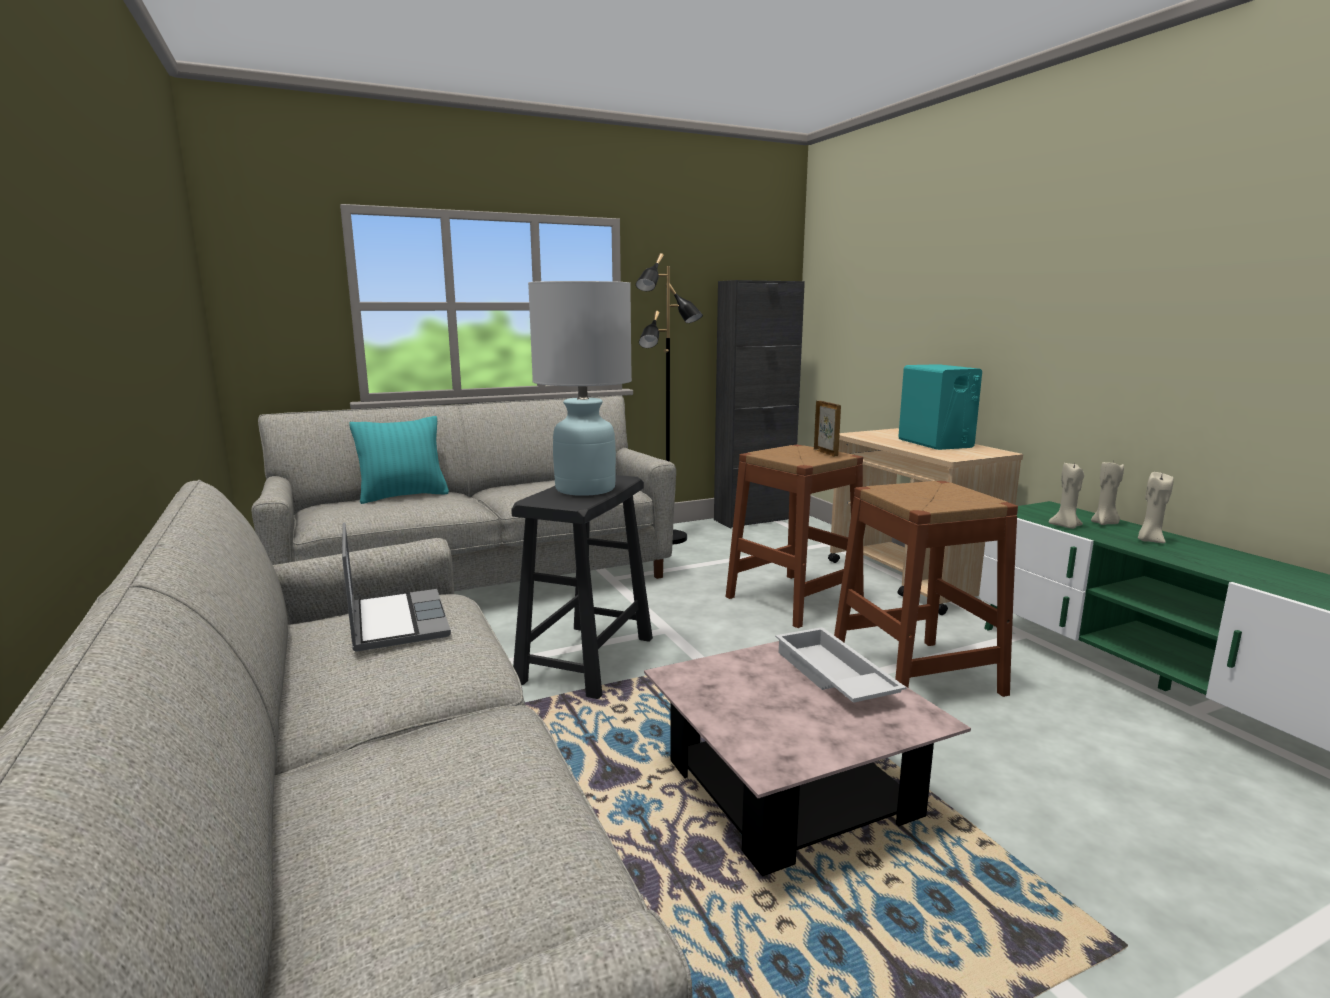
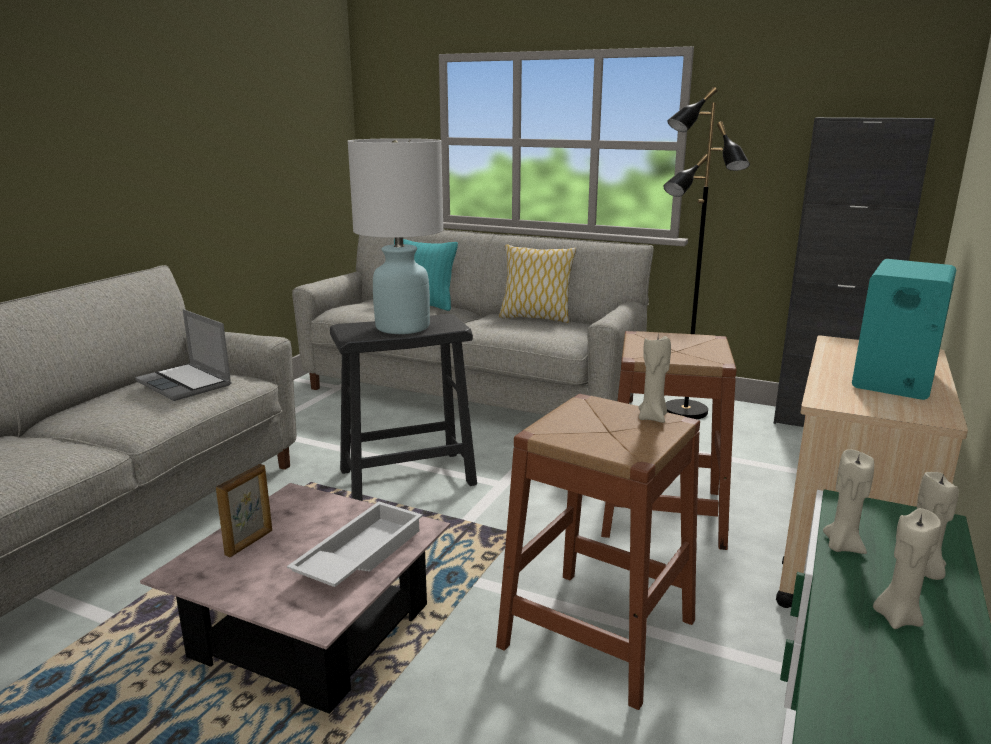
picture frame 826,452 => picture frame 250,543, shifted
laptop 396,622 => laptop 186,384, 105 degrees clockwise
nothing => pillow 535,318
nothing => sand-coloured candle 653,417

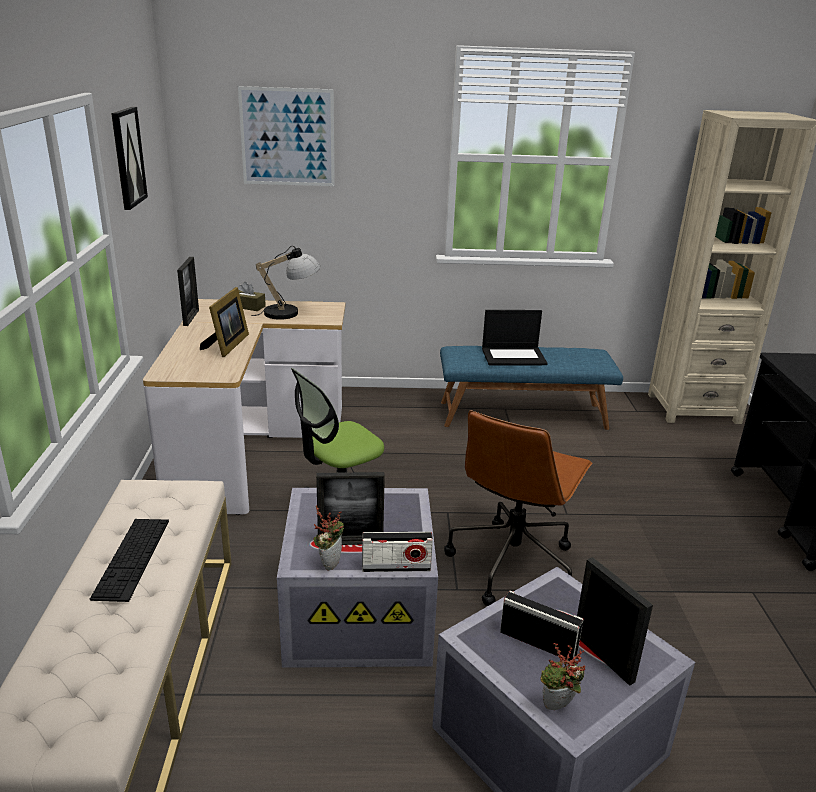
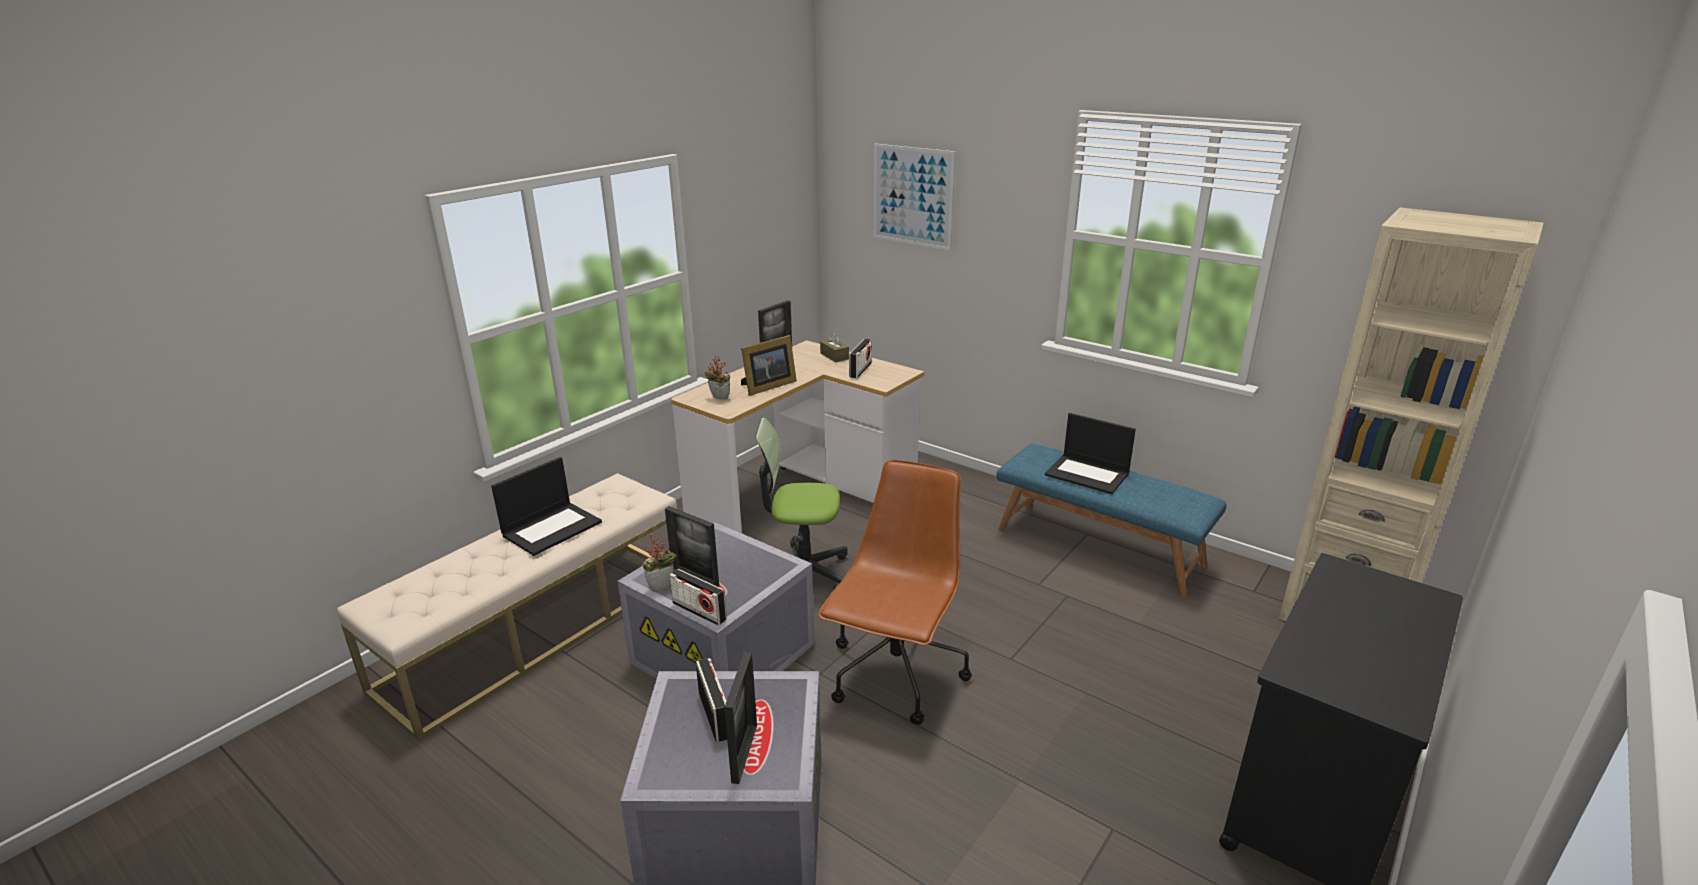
wall picture 127,157 => nothing
lamp for a table 290,312 => radio set 860,370
brown desk chair 512,563 => brown desk chair 895,676, 135 degrees clockwise
PC keyboard 132,558 => laptop 552,528
houseplant 557,708 => houseplant 718,398, shifted

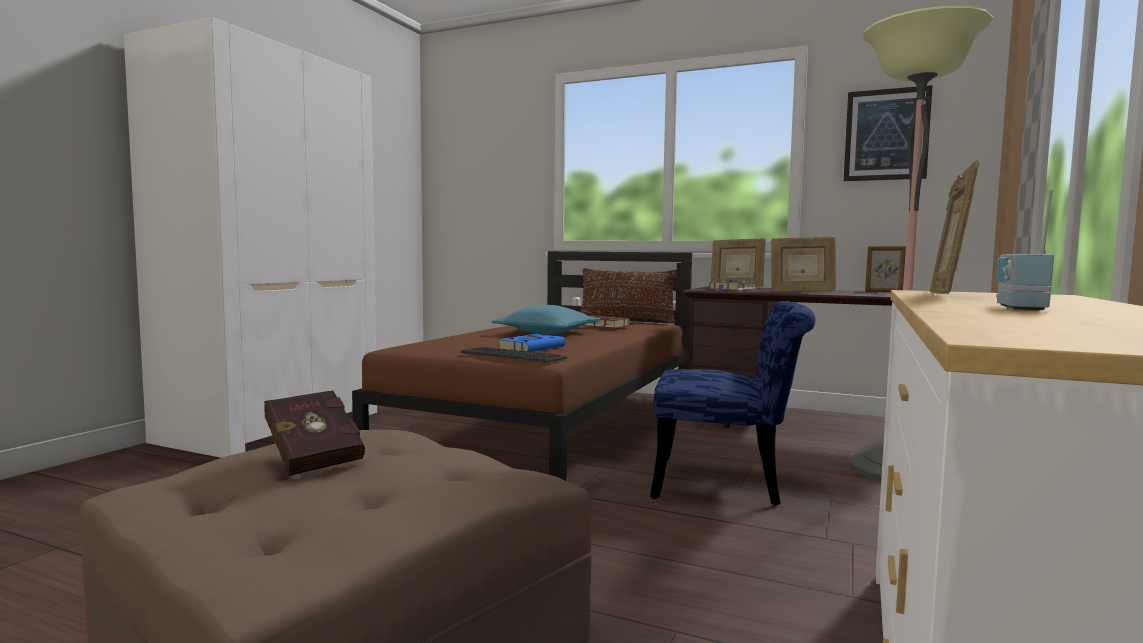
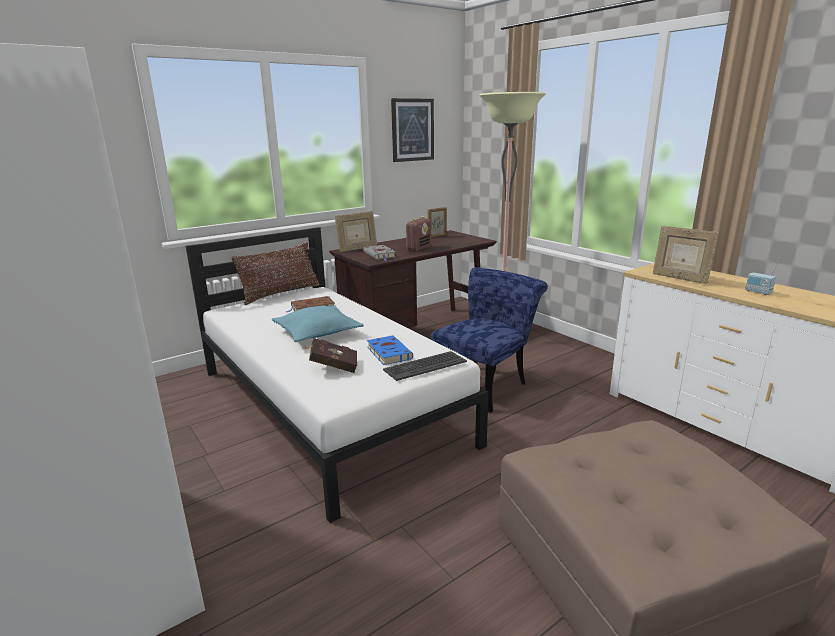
picture frame 801,292 => radio set 419,248
brown sleeping bed 554,431 => white-coloured sleeping bed 329,405
red book 314,456 => red book 332,367, shifted

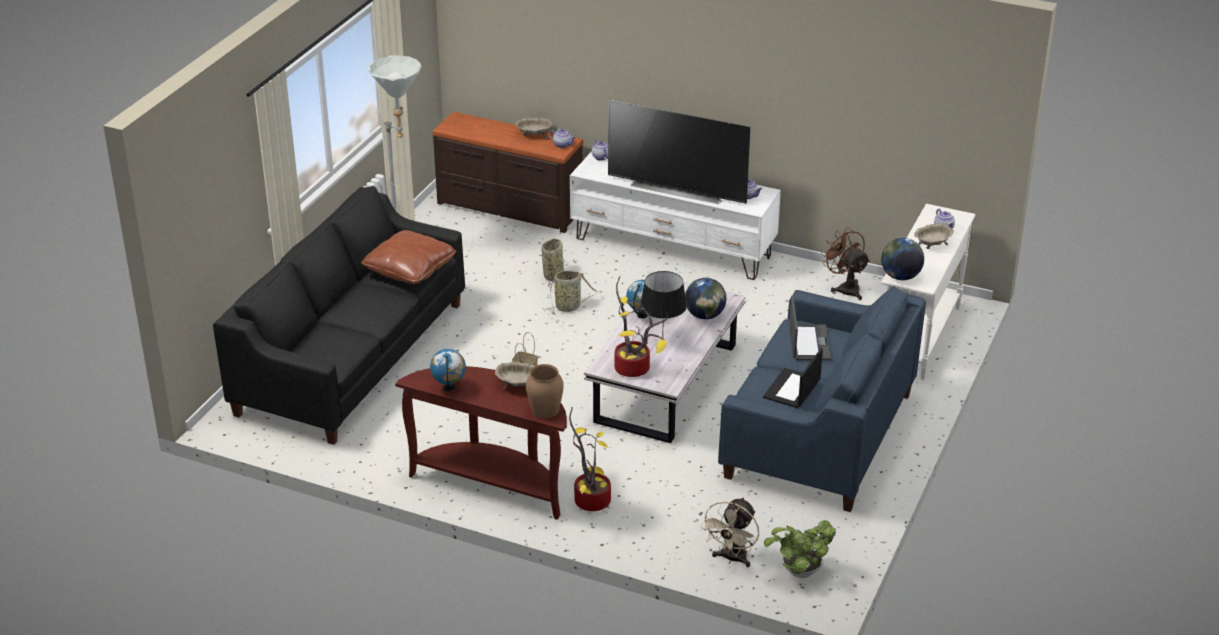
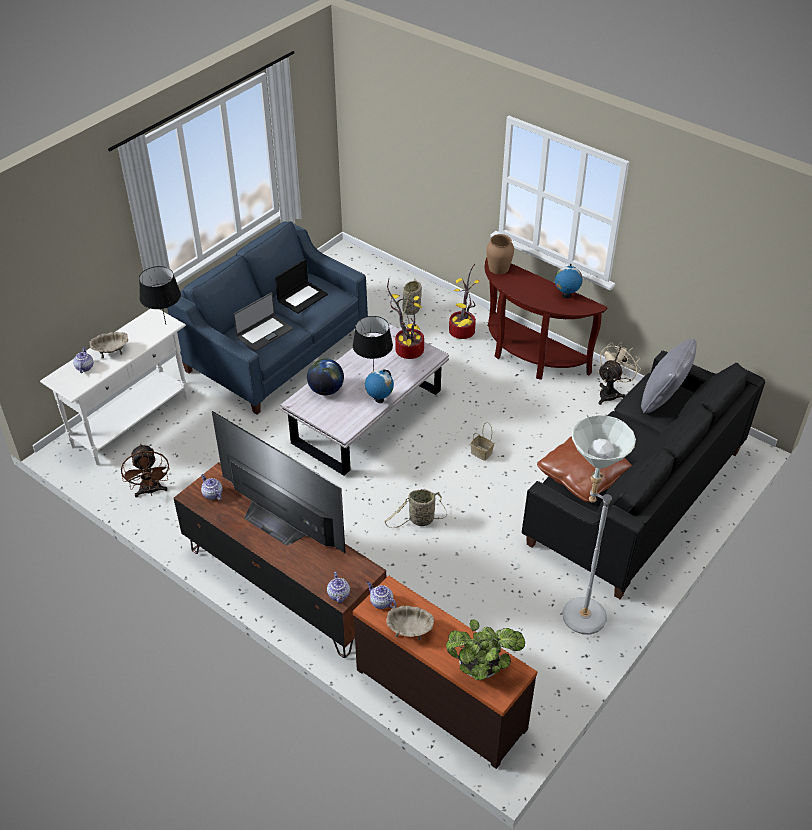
white-coloured tv unit 673,247 => brown tv unit 282,584
household basket 553,275 => household basket 411,311, shifted
desk globe 900,276 => black lamp for a table 166,325
laptop 808,343 => laptop 264,333, 150 degrees counterclockwise
sand-coloured bowl 518,385 => nothing
sand-coloured fan 732,559 => sand-coloured fan 611,392, shifted
houseplant 798,572 => houseplant 482,668, shifted
nothing => grey pillow 663,398

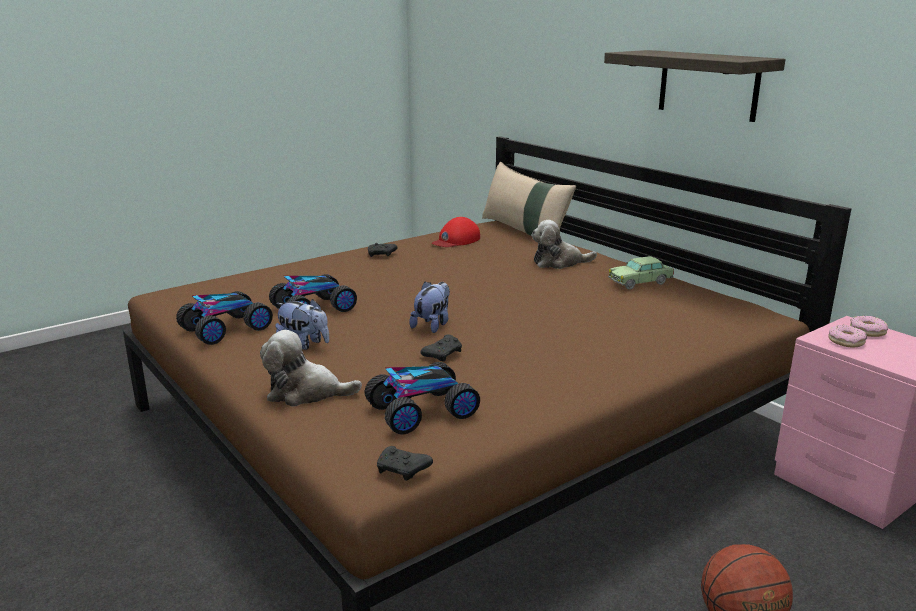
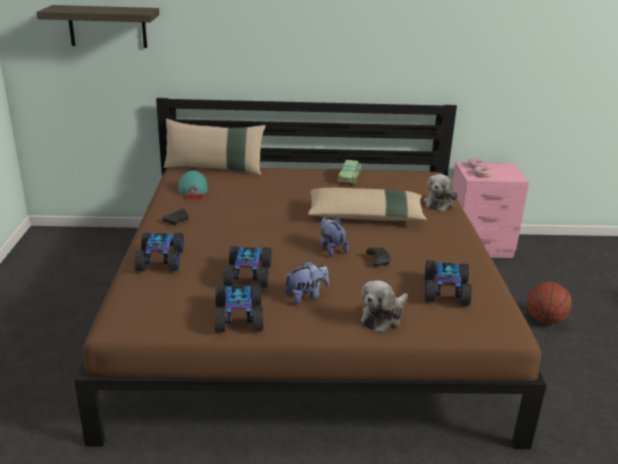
wall shelf 708,85 => wall shelf 107,26, shifted
red baseball cap 456,240 => turquoise baseball cap 193,191
cuddly toy 559,263 => cuddly toy 440,203, shifted
black joypad 403,470 => nothing
nothing => sand-coloured pillow 365,216
nothing => model car 161,260

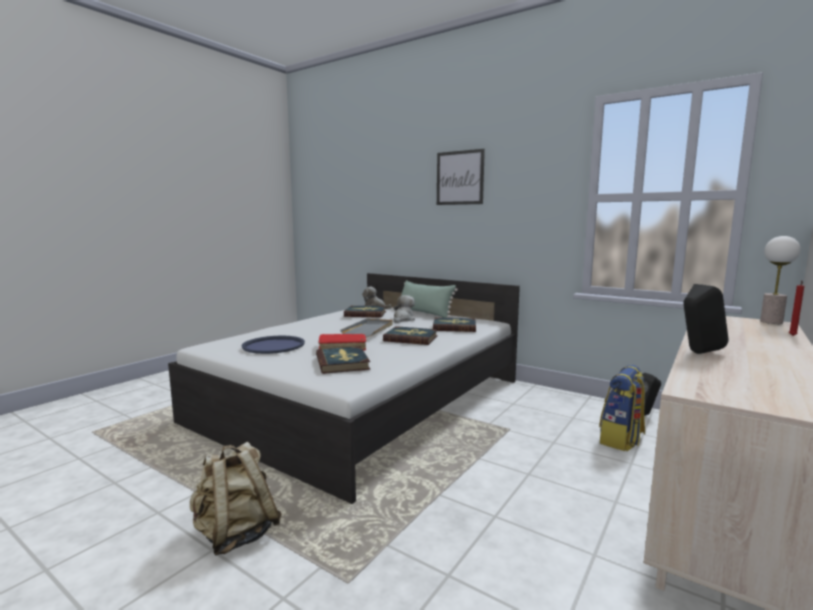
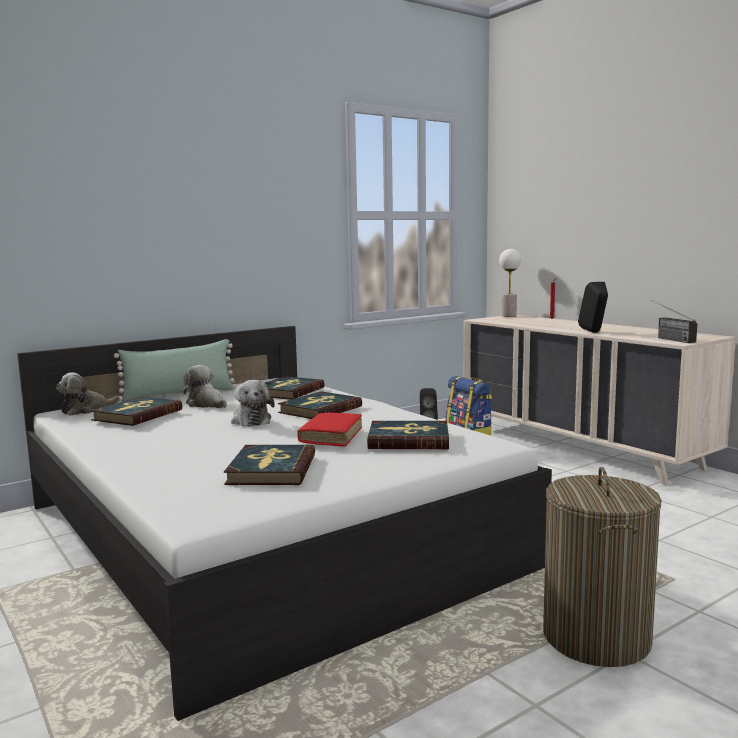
wall picture 460,178 => nothing
grey serving tray 369,330 => cuddly toy 251,420
blue-coloured serving tray 273,345 => book 271,470
sand-coloured knapsack 236,534 => washing basket 596,637
nothing => radio set 667,339

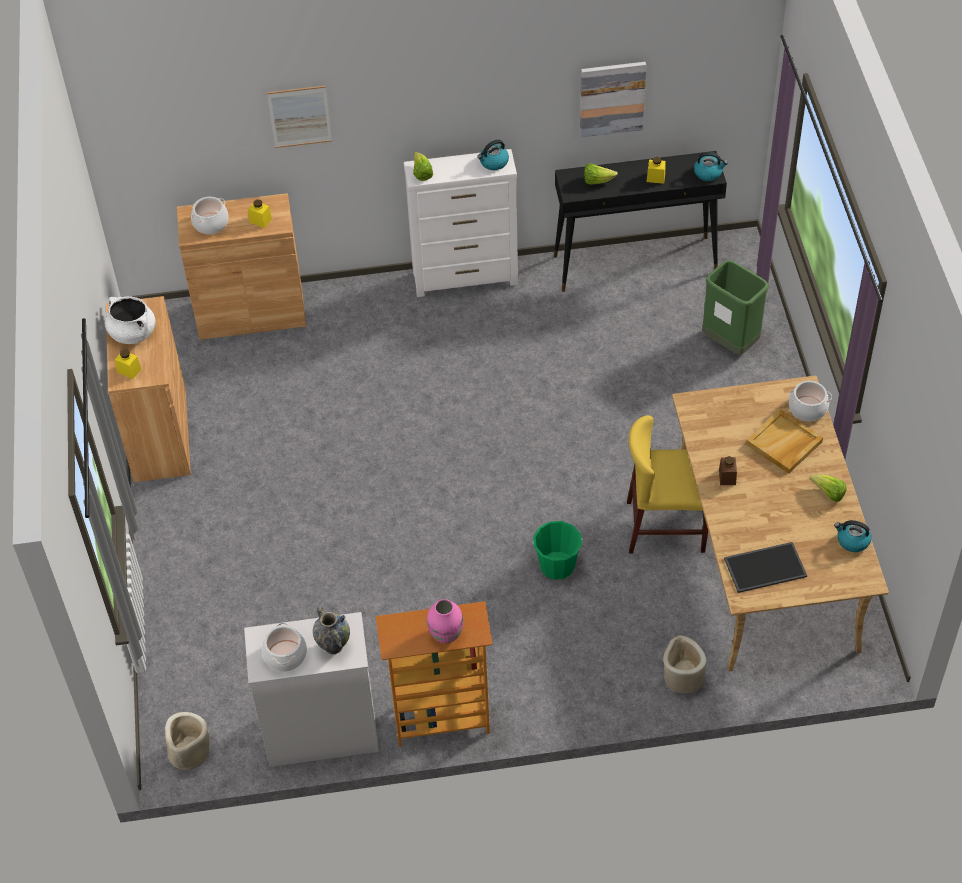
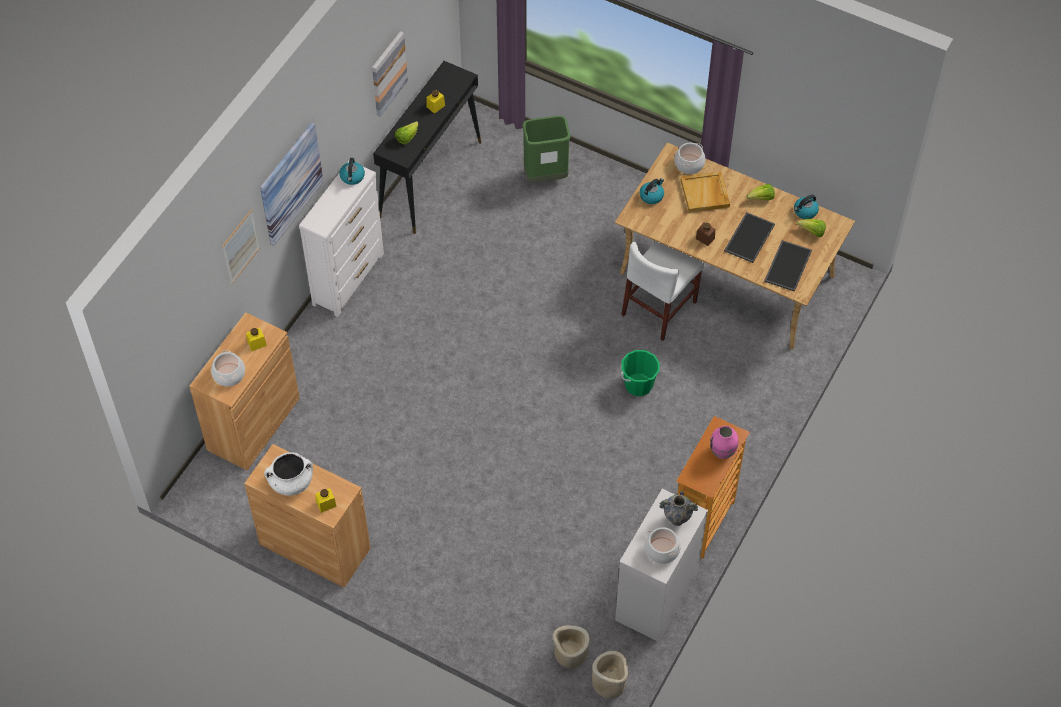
lettuce 421,173 => lettuce 812,232, shifted
tea kettle 708,173 => tea kettle 651,196, shifted
yellow-coloured plain chair 665,526 => white-coloured plain chair 659,308
sand-coloured flower pot 682,678 => sand-coloured flower pot 570,654, shifted
nothing => wall picture 290,183
nothing => serving tray 749,237

